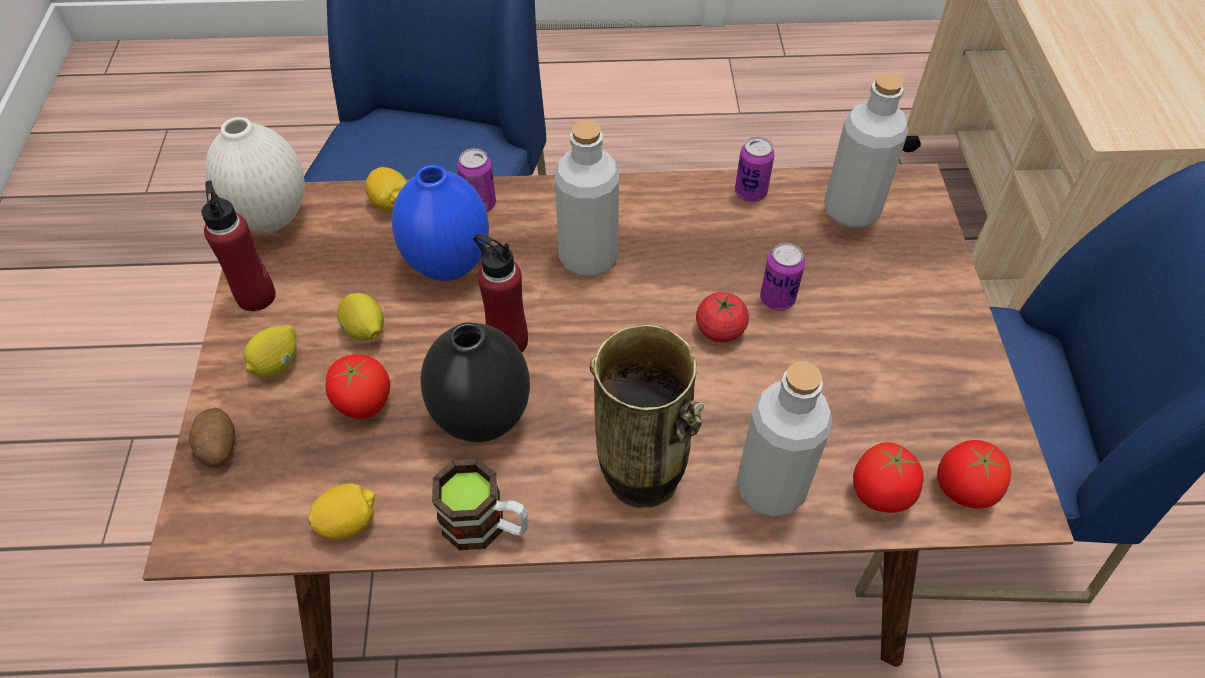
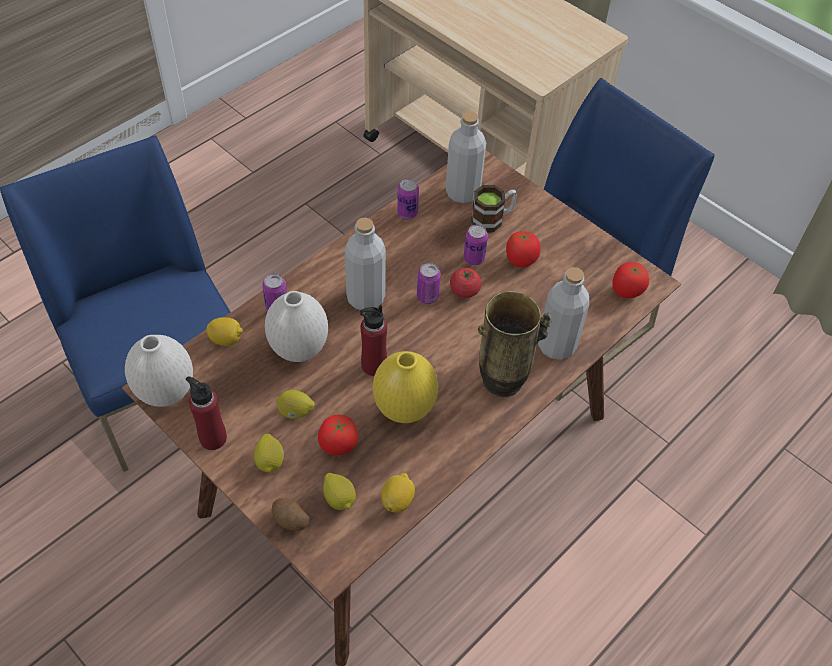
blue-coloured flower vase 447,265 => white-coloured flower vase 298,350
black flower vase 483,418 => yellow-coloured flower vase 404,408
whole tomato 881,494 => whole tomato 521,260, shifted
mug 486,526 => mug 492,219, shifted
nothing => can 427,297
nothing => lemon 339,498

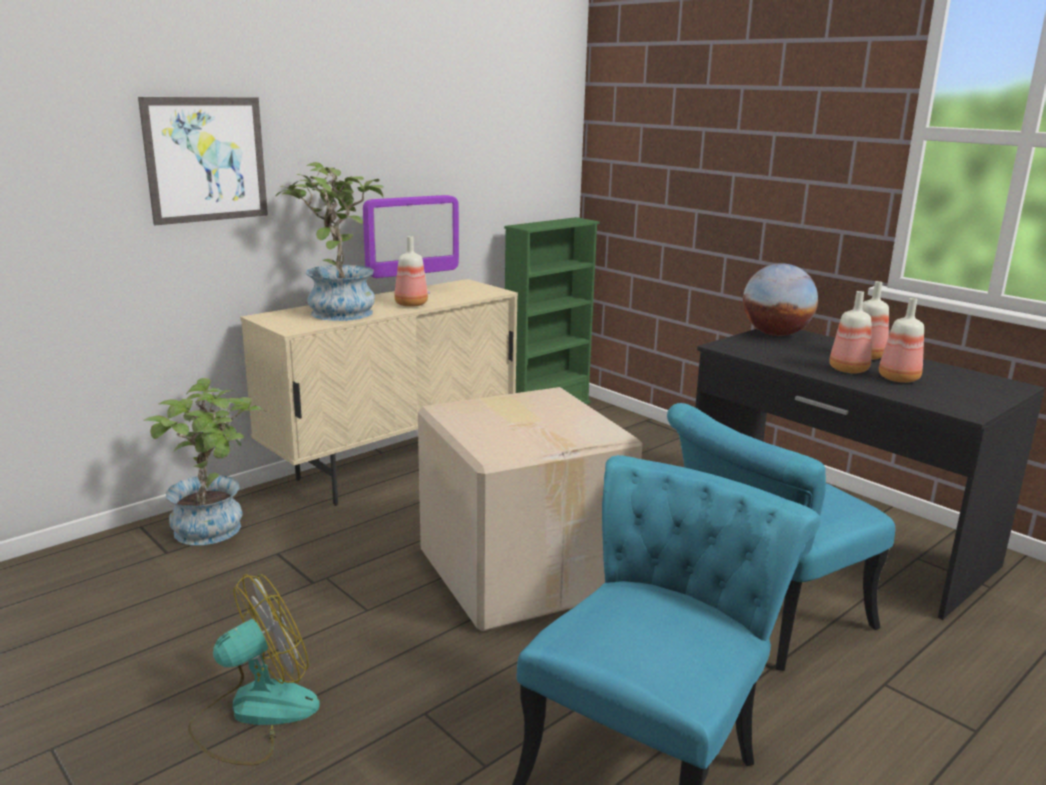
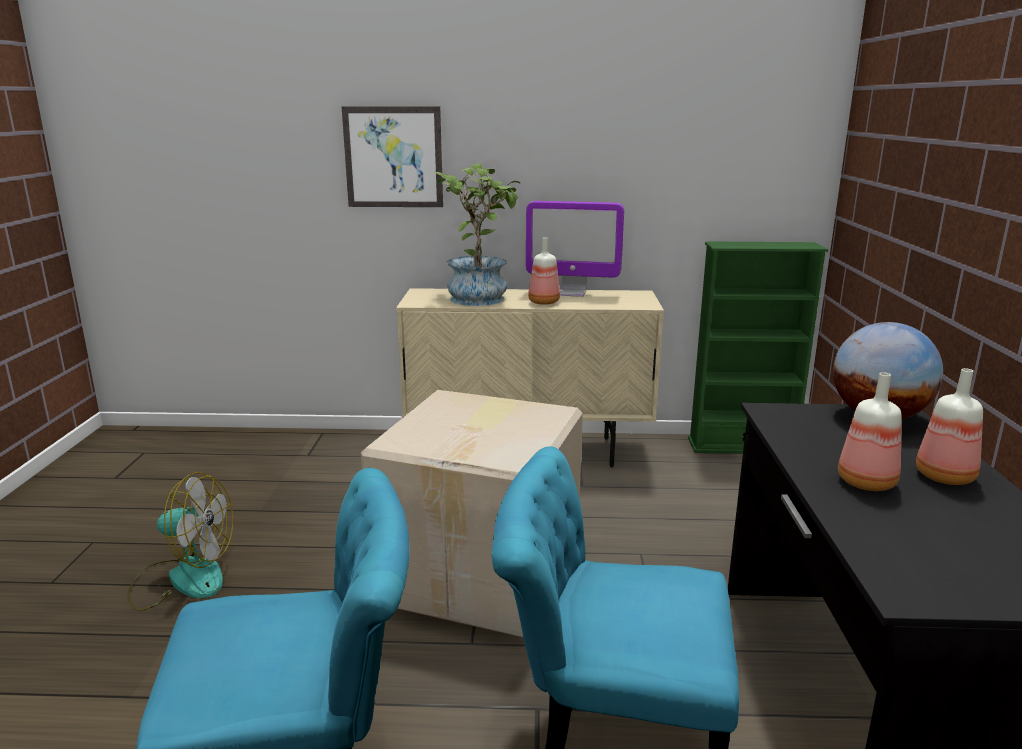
drink bottle 897,379 => nothing
houseplant 216,531 => nothing

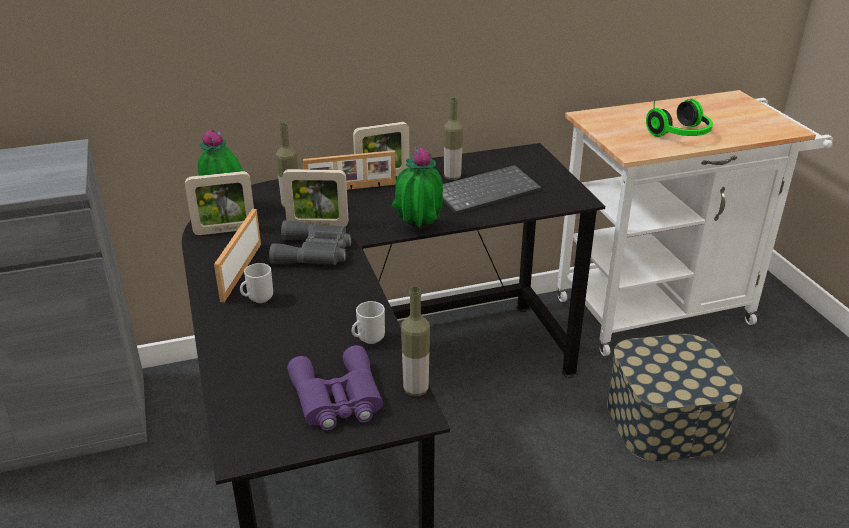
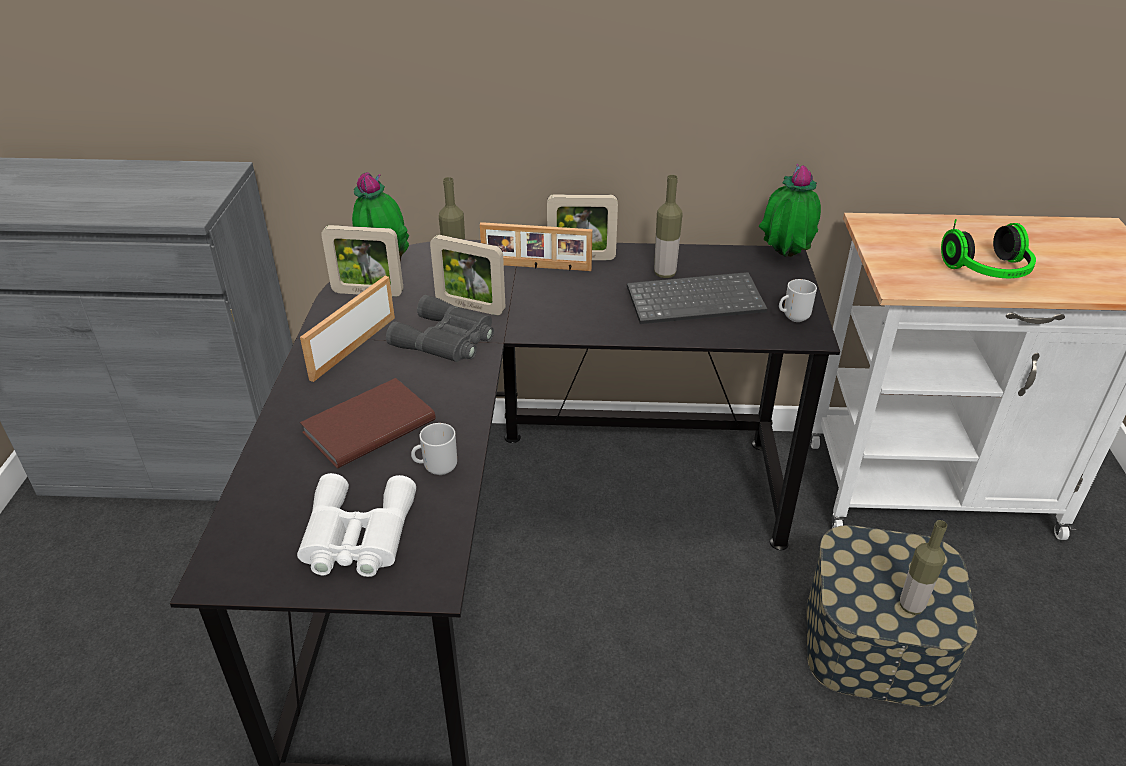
houseplant 418,230 => houseplant 784,258, shifted
mug 258,299 => mug 793,318, shifted
drink bottle 415,389 => drink bottle 911,606, shifted
purplish binoculars 337,399 => white-coloured binoculars 356,536
nothing => brown book 366,425

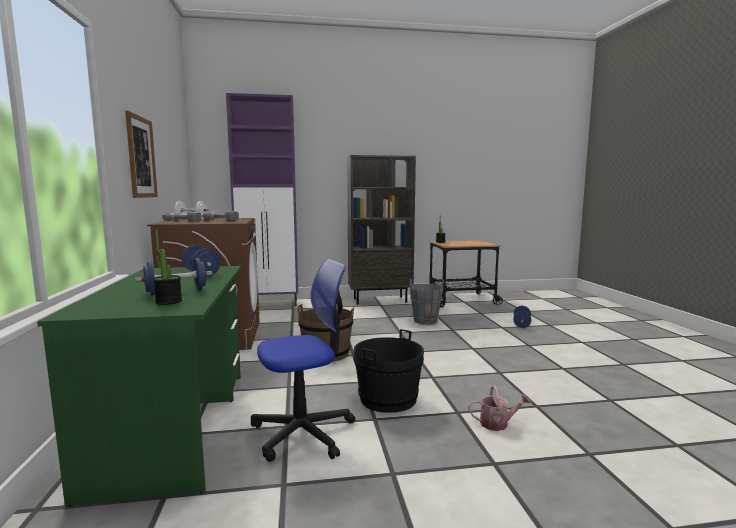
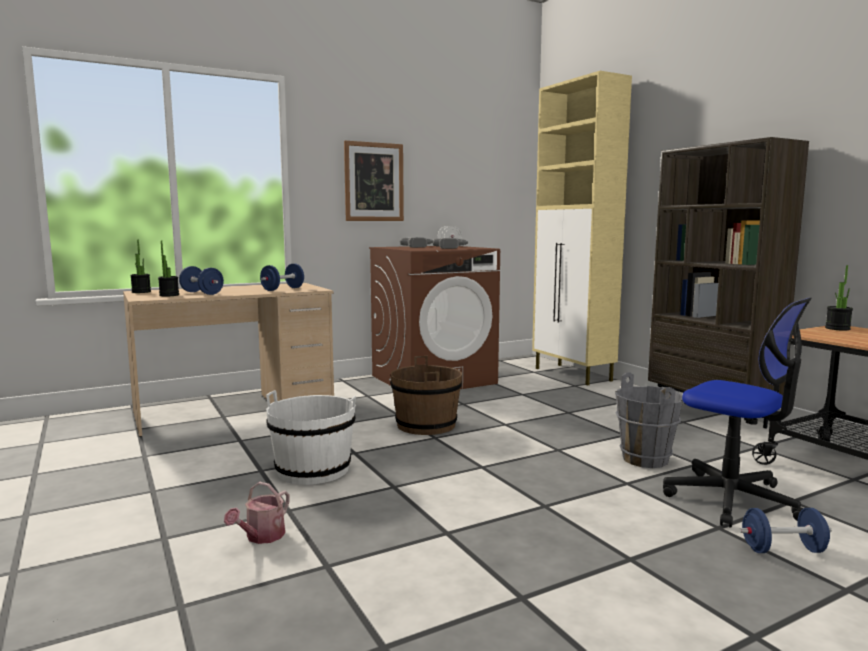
purplish cupboard 269,304 => sand-coloured cupboard 573,375
desk chair 303,432 => desk chair 732,499, shifted
green-coloured desk 176,426 => sand-coloured desk 235,410
black bucket 388,398 => white-coloured bucket 313,470
sprinkling can 498,423 => sprinkling can 261,537, 45 degrees clockwise
nothing => houseplant 141,292

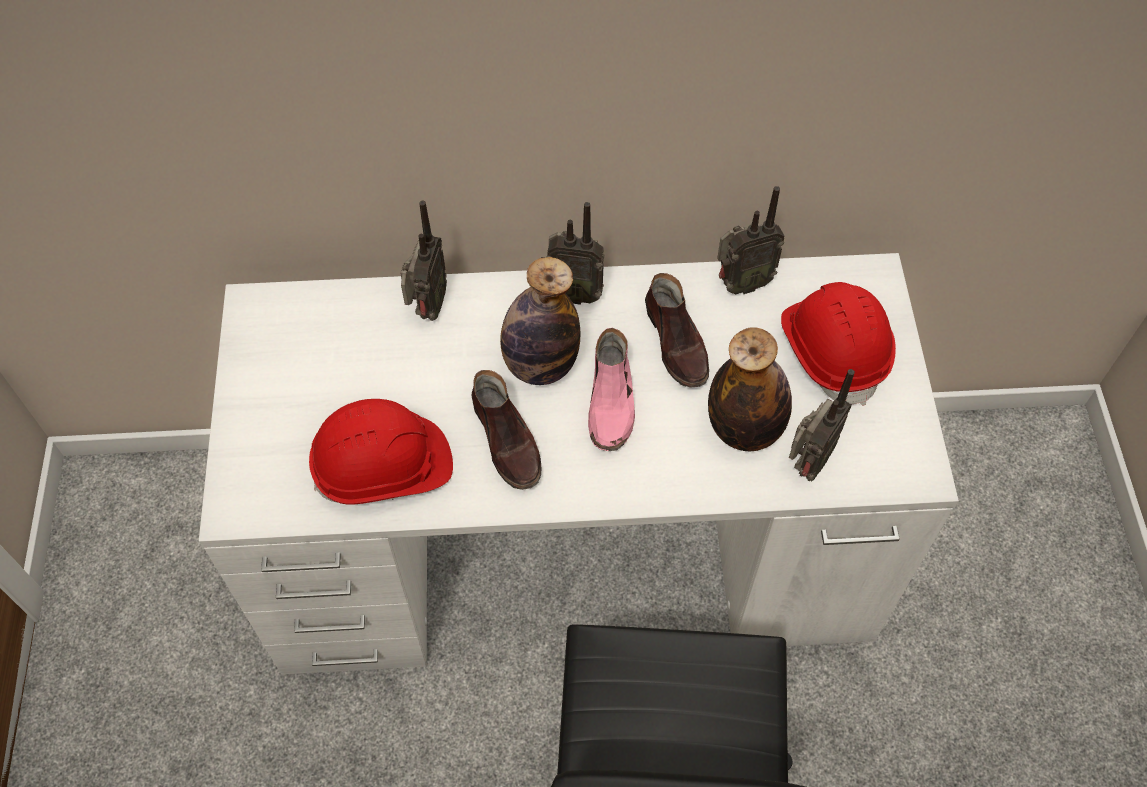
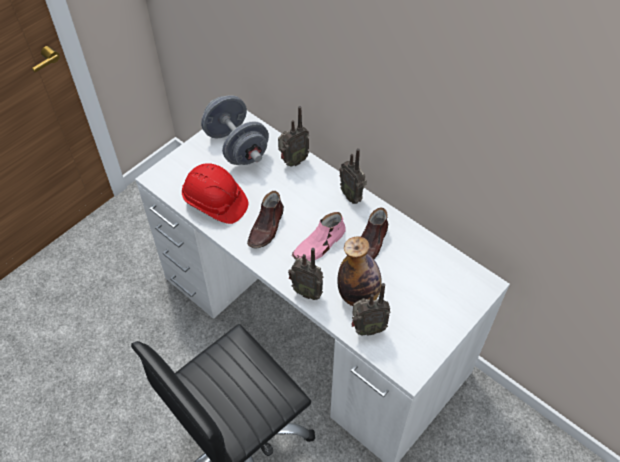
radio set 741,284 => radio set 307,291, shifted
drink bottle 540,365 => nothing
red safety helmet 833,351 => nothing
nothing => grey free weight 236,147

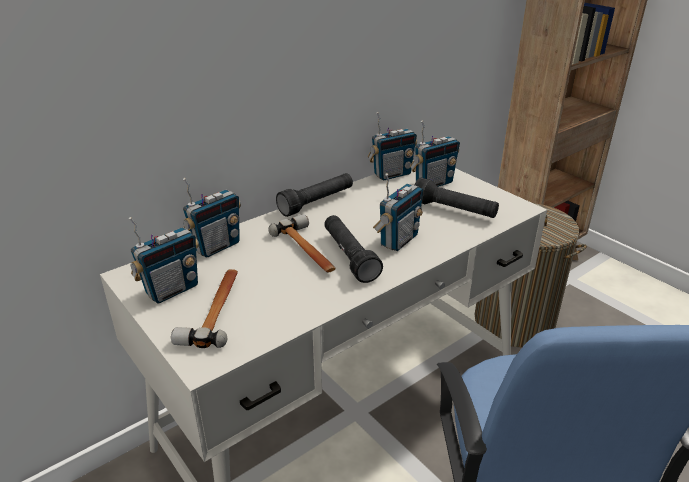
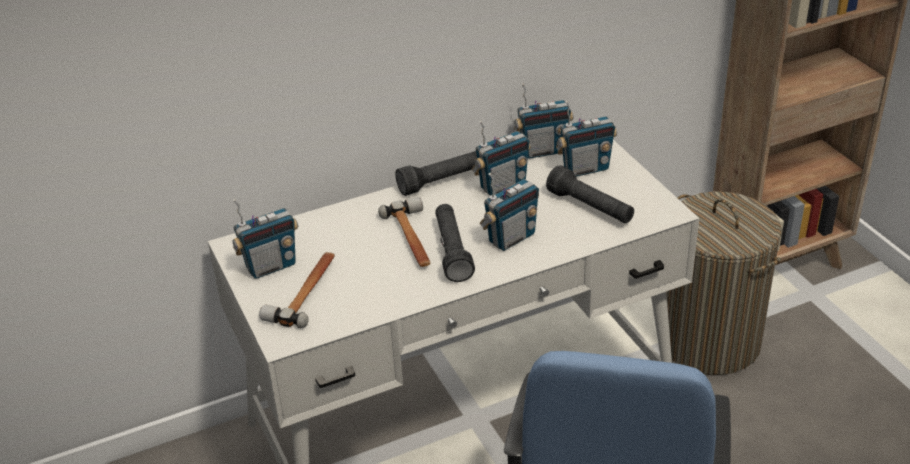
radio set 216,246 => radio set 502,186, shifted

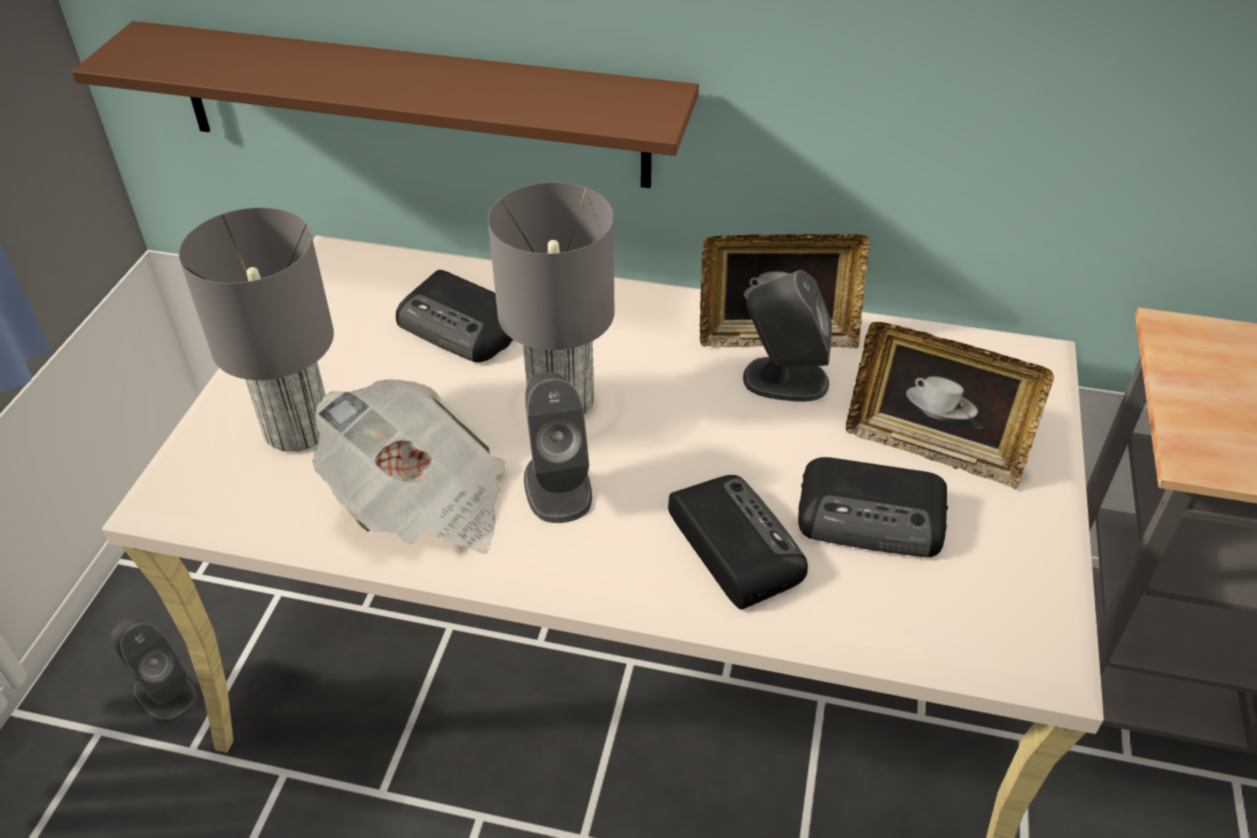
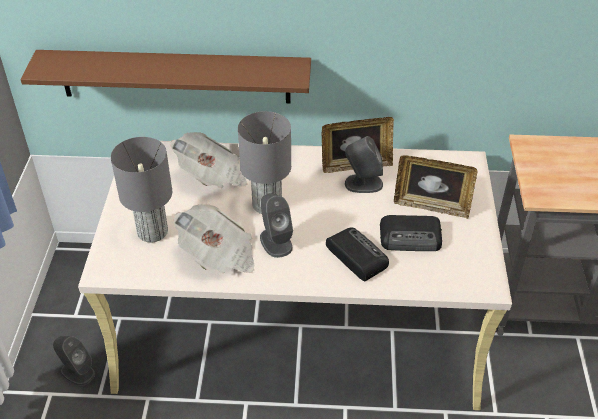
radio set 462,326 => daily paper 212,176

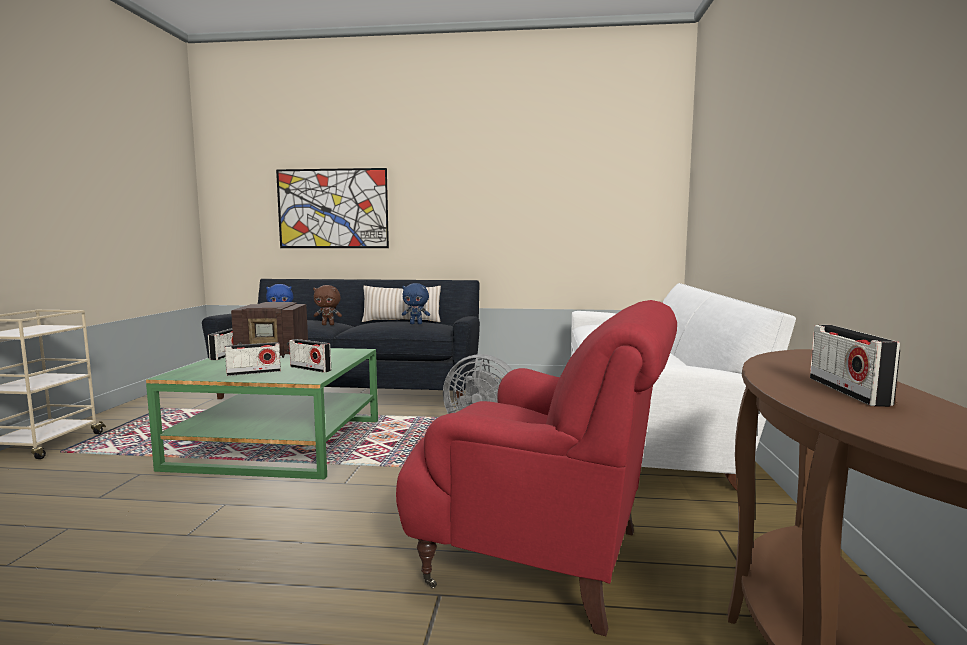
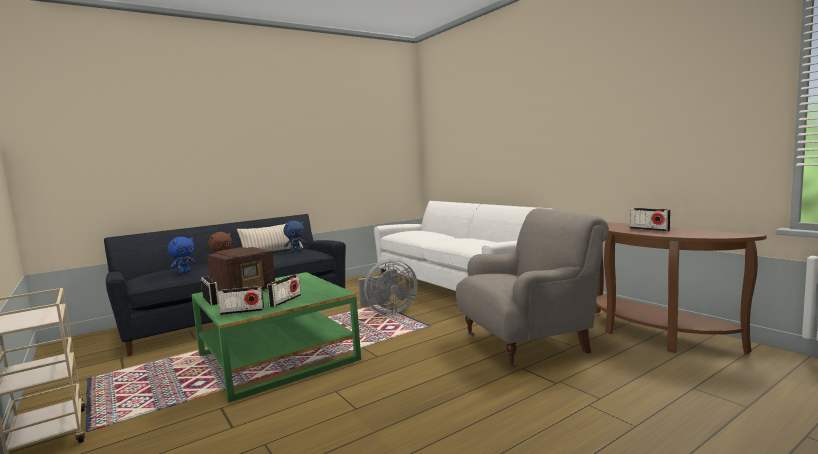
wall picture 332,208 => nothing
red armchair 542,558 => grey armchair 528,343
radio set 310,369 => radio set 242,311, shifted

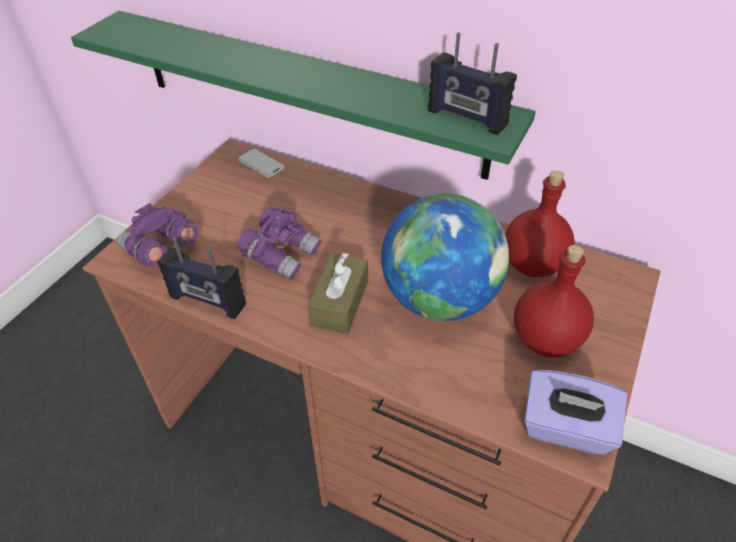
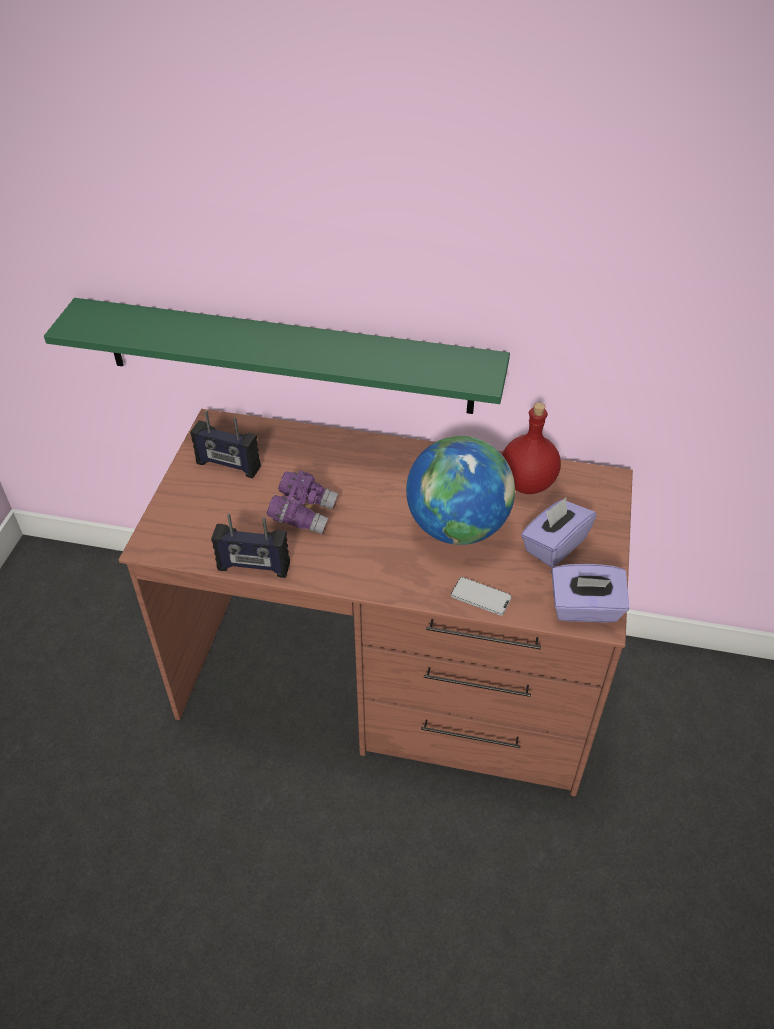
radio set 466,118 => radio set 228,466, shifted
telephone 261,164 => telephone 480,597, shifted
purplish binoculars 161,250 => nothing
red drink bottle 546,341 => purplish tissue holder 554,545
brown tissue holder 340,303 => nothing

